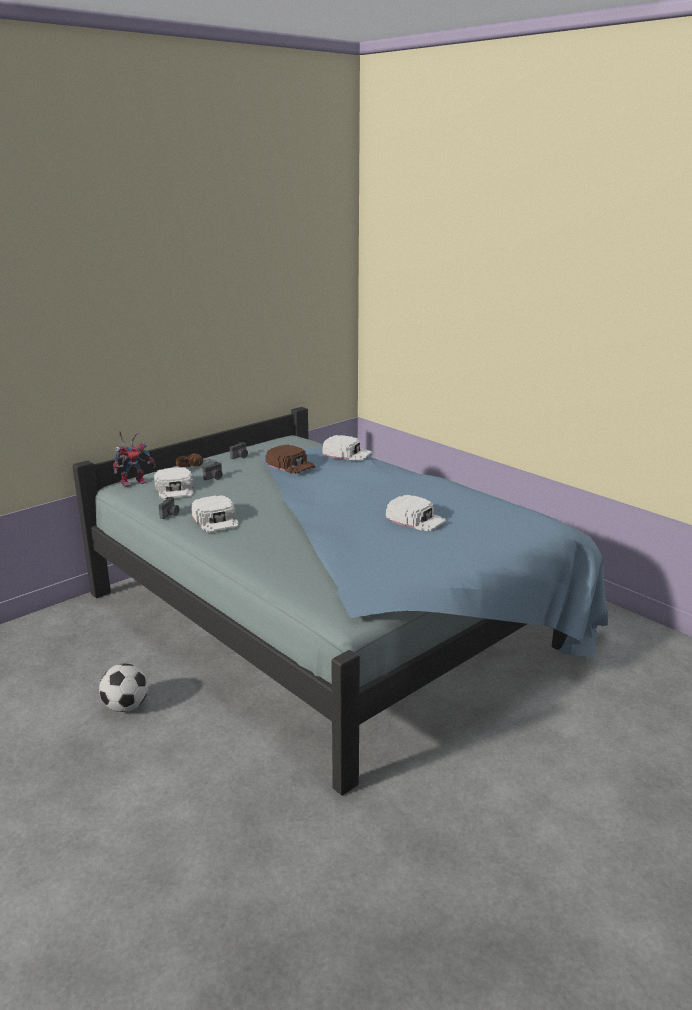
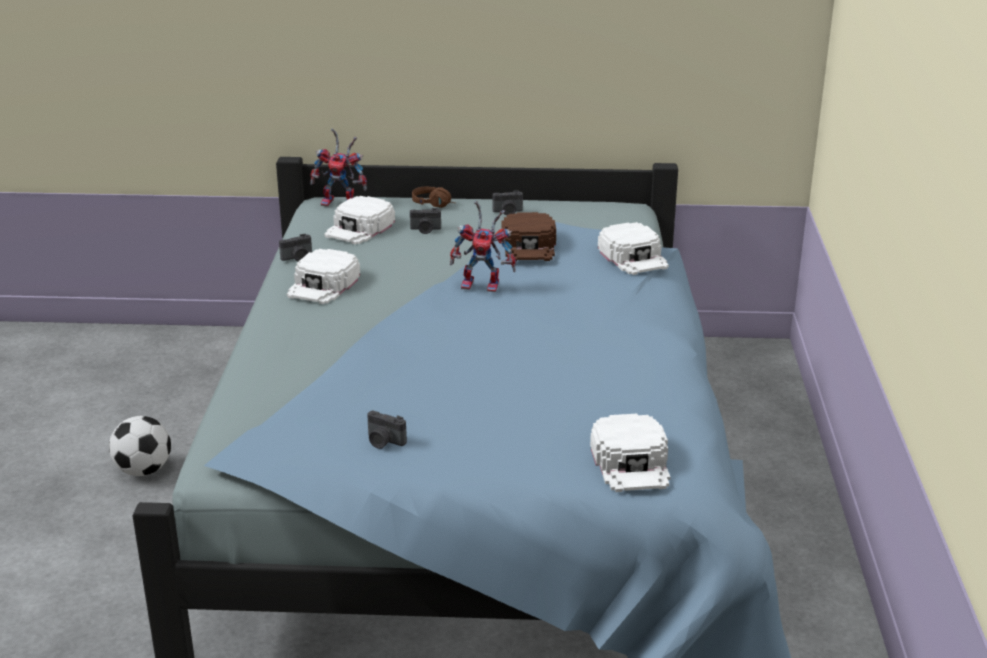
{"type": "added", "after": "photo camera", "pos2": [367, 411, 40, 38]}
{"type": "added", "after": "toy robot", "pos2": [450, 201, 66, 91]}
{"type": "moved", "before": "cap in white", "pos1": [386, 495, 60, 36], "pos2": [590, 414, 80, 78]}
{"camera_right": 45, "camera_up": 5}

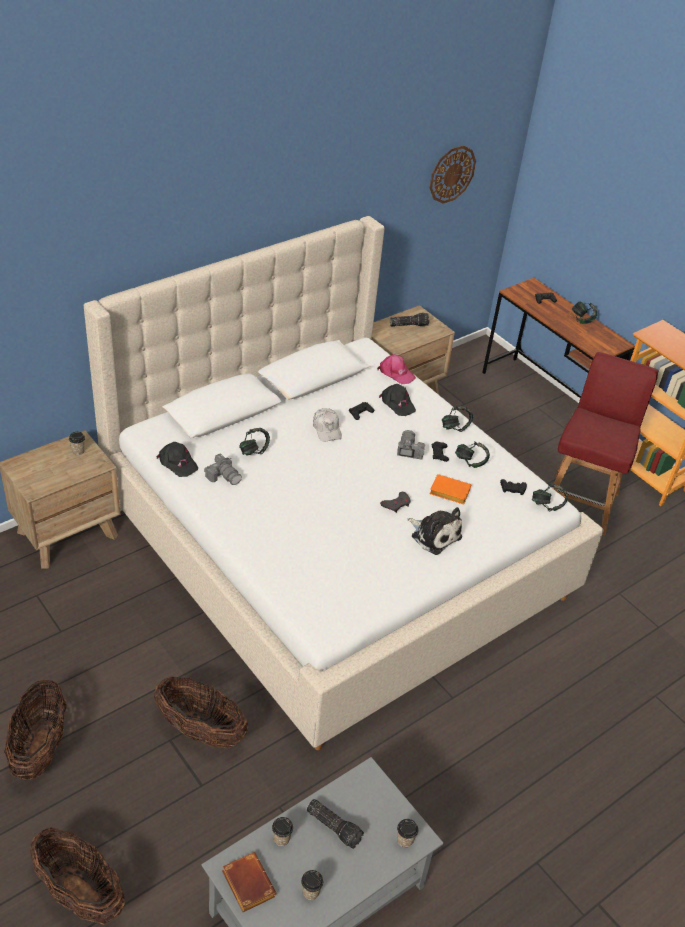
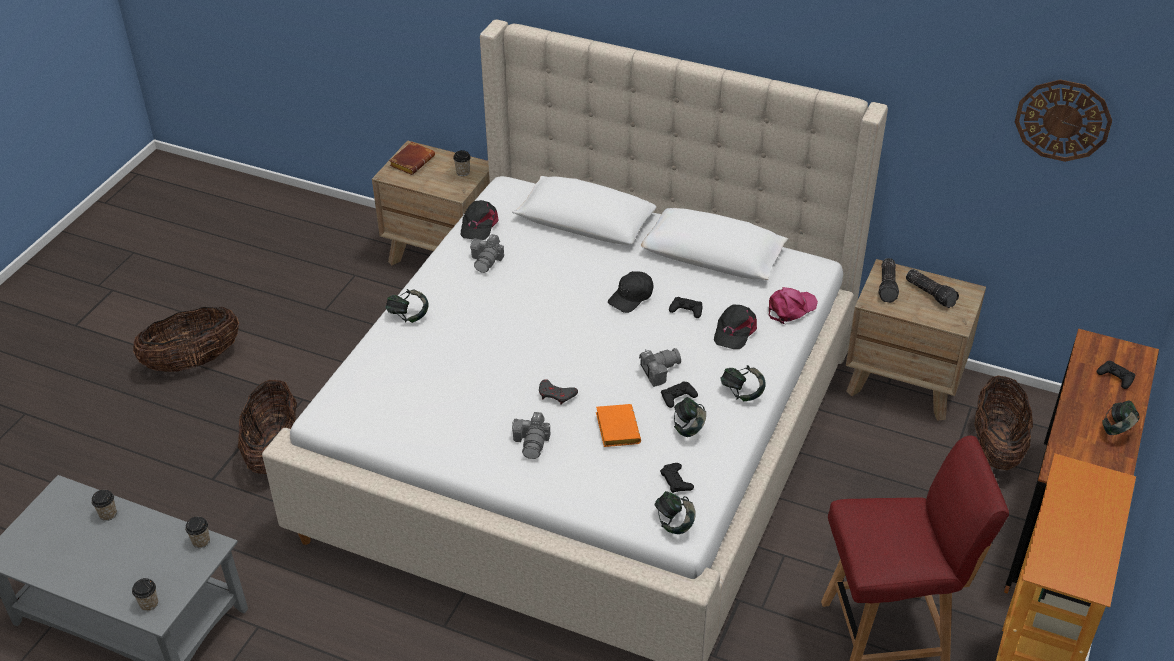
{"type": "moved", "before": "cup", "pos1": [301, 870, 22, 30], "pos2": [185, 516, 25, 32]}
{"type": "moved", "before": "headphones", "pos1": [239, 428, 31, 28], "pos2": [385, 289, 43, 34]}
{"type": "moved", "before": "book in brown", "pos1": [222, 852, 55, 60], "pos2": [389, 142, 46, 33]}
{"type": "replaced", "before": "plush toy", "after": "photo camera", "pos1": [407, 507, 55, 48], "pos2": [512, 412, 38, 47]}
{"type": "recoloured", "before": "cap in white", "after": "cap in black", "pos1": [313, 408, 29, 34], "pos2": [608, 271, 45, 42]}
{"type": "turned", "before": "cap in pink", "pos1": [377, 354, 39, 30], "pos2": [768, 287, 50, 37], "turn": -135}
{"type": "moved", "before": "flashlight", "pos1": [307, 799, 57, 50], "pos2": [879, 258, 20, 45]}
{"type": "moved", "before": "basket", "pos1": [30, 827, 95, 98], "pos2": [974, 376, 59, 94]}
{"camera_right": 65, "camera_up": 0}

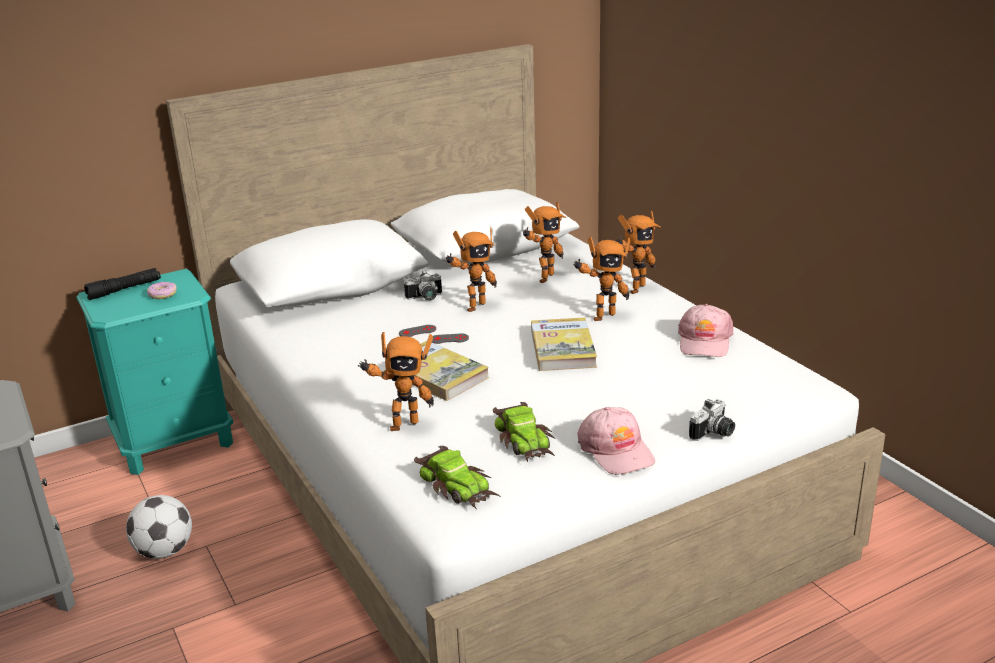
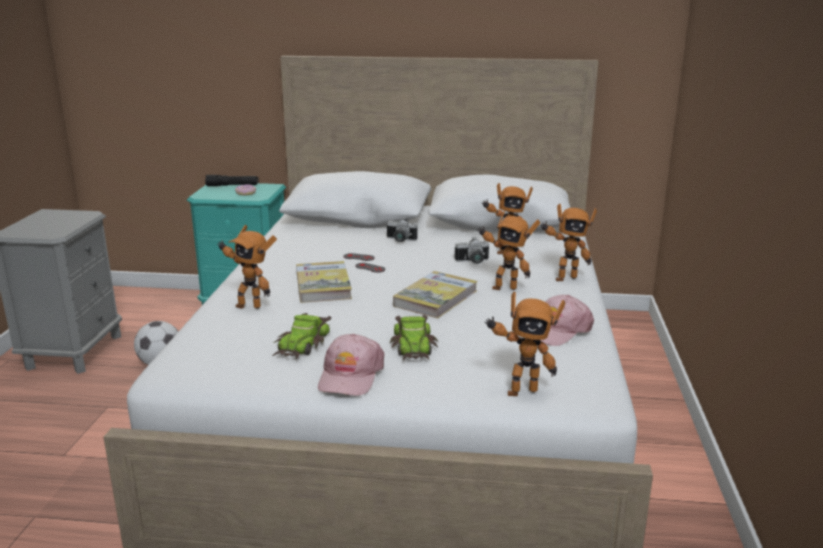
{"type": "moved", "before": "toy car", "pos1": [414, 446, 87, 63], "pos2": [390, 315, 48, 46]}
{"type": "moved", "before": "photo camera", "pos1": [689, 399, 46, 42], "pos2": [455, 237, 34, 27]}
{"type": "moved", "before": "toy robot", "pos1": [446, 227, 51, 85], "pos2": [484, 292, 81, 104]}
{"camera_right": 35, "camera_up": -5}

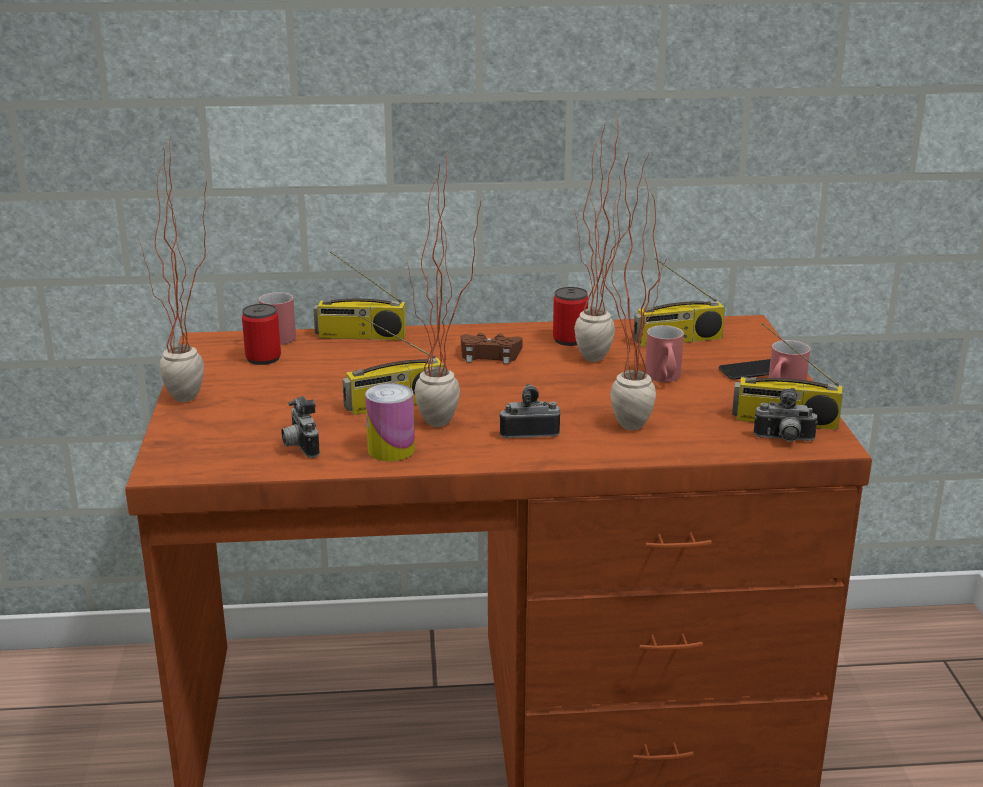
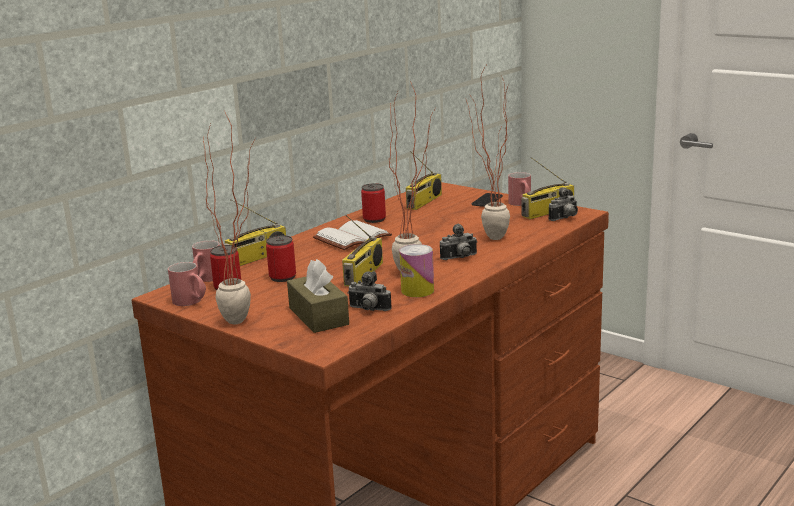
{"type": "moved", "before": "mug in red", "pos1": [645, 325, 39, 57], "pos2": [168, 262, 38, 44]}
{"type": "added", "after": "can", "pos2": [266, 235, 30, 47]}
{"type": "added", "after": "tissue box in brown", "pos2": [287, 259, 62, 74]}
{"type": "replaced", "before": "game controller in brown", "after": "book in white", "pos1": [461, 333, 62, 31], "pos2": [313, 220, 79, 30]}
{"type": "turned", "before": "photo camera", "pos1": [499, 384, 61, 54], "pos2": [440, 224, 37, 36], "turn": -150}
{"type": "removed", "before": "potted plant", "pos1": [574, 113, 75, 249]}
{"camera_right": -45, "camera_up": -5}

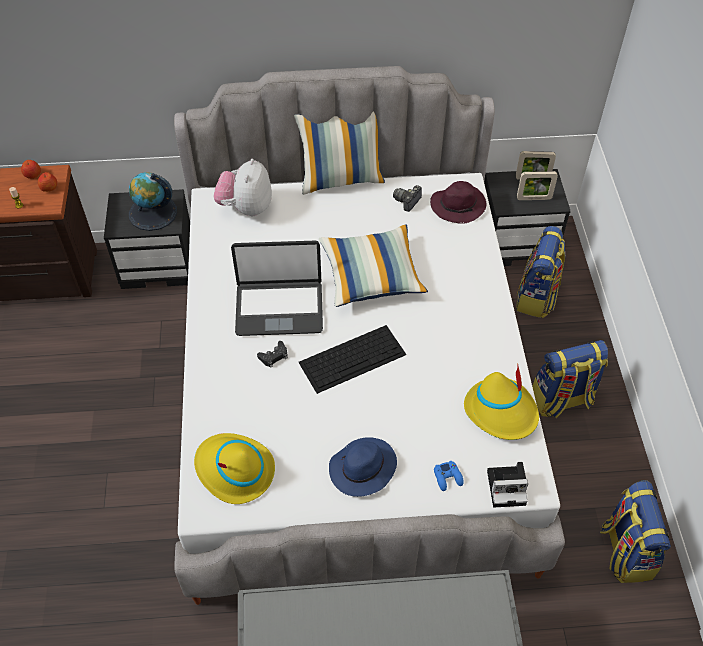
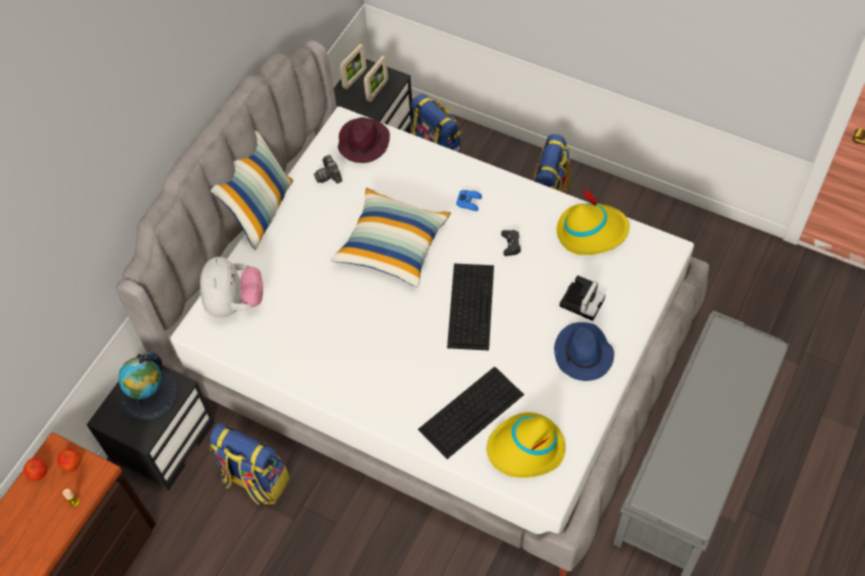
{"type": "turned", "before": "plush toy", "pos1": [213, 159, 59, 57], "pos2": [200, 257, 63, 61], "turn": -135}
{"type": "moved", "before": "backpack", "pos1": [600, 480, 71, 103], "pos2": [210, 423, 80, 82]}
{"type": "added", "after": "keyboard", "pos2": [418, 366, 106, 93]}
{"type": "moved", "before": "game controller in blue", "pos1": [434, 461, 30, 30], "pos2": [456, 190, 26, 21]}
{"type": "moved", "before": "game controller in black", "pos1": [257, 341, 31, 27], "pos2": [501, 230, 20, 26]}
{"type": "moved", "before": "photo camera", "pos1": [487, 462, 41, 45], "pos2": [559, 275, 47, 46]}
{"type": "removed", "before": "laptop", "pos1": [231, 241, 92, 95]}
{"camera_right": -55, "camera_up": 5}

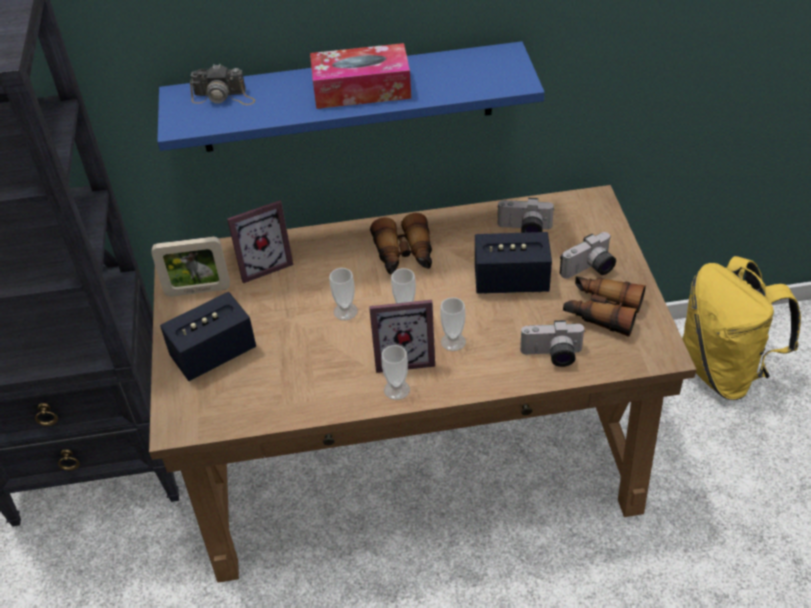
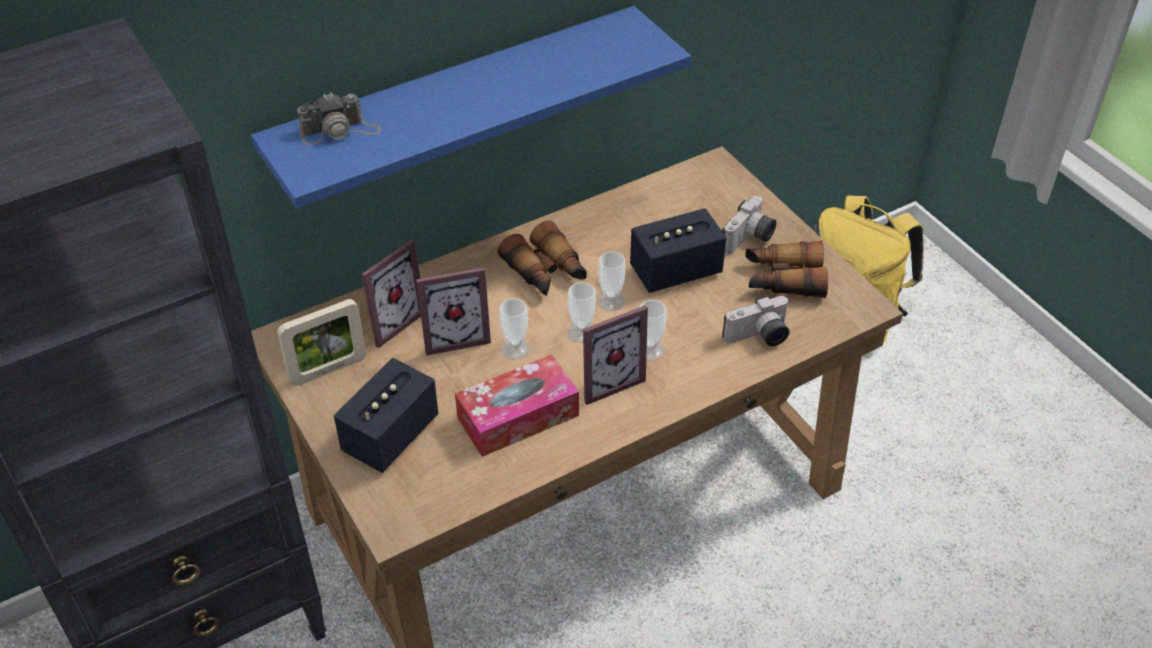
{"type": "added", "after": "picture frame", "pos2": [416, 267, 75, 89]}
{"type": "moved", "before": "tissue box", "pos1": [310, 43, 101, 66], "pos2": [455, 354, 124, 103]}
{"type": "moved", "before": "cup", "pos1": [381, 345, 29, 55], "pos2": [597, 251, 28, 60]}
{"type": "removed", "before": "photo camera", "pos1": [497, 198, 58, 35]}
{"camera_right": -25, "camera_up": 0}

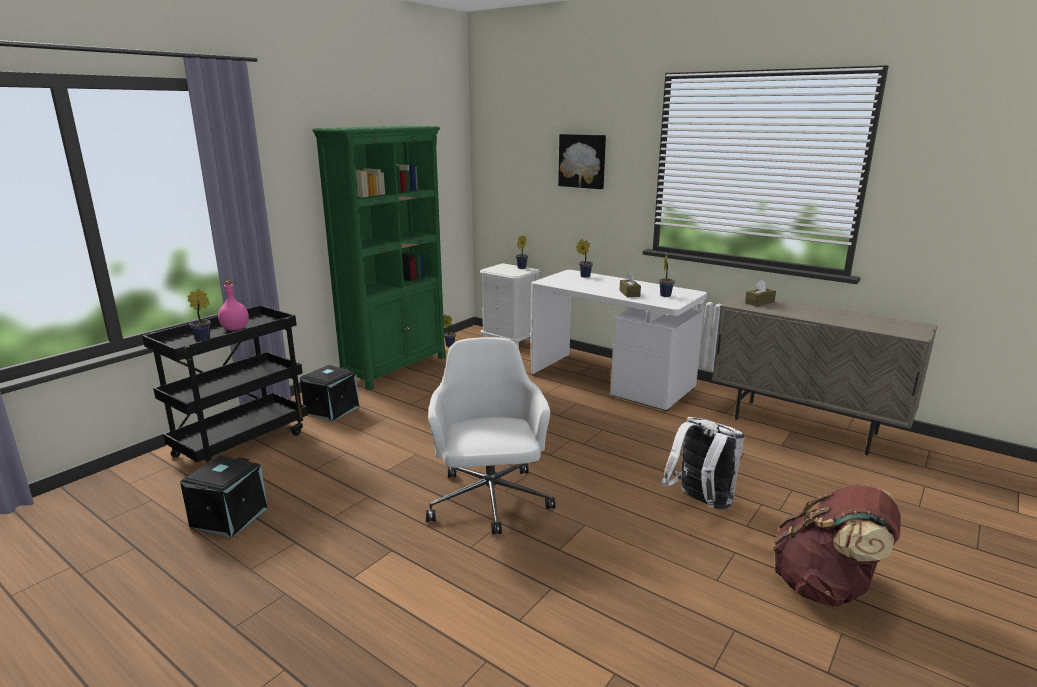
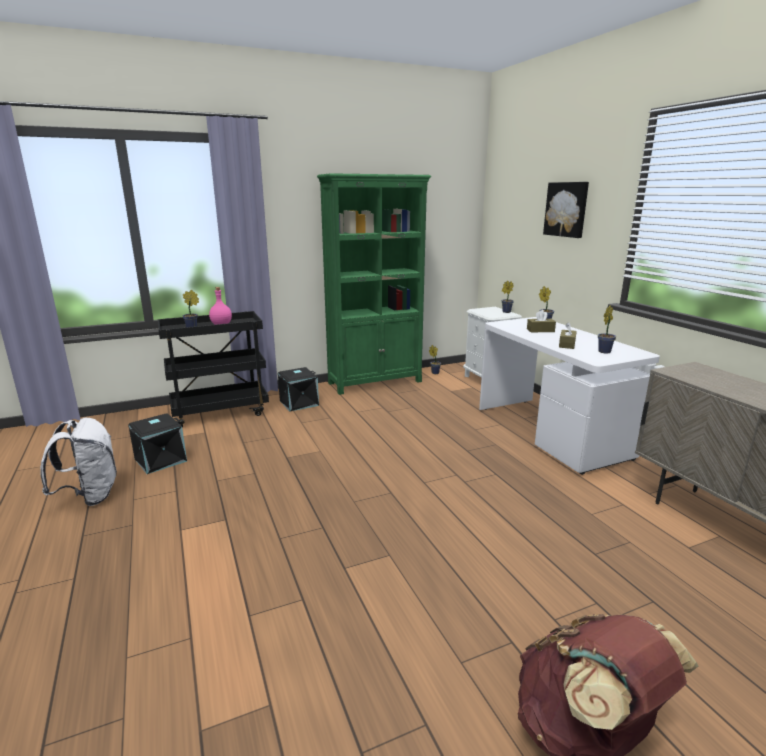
{"type": "moved", "before": "backpack in white", "pos1": [662, 417, 82, 93], "pos2": [40, 418, 77, 88]}
{"type": "moved", "before": "tissue box in brown", "pos1": [745, 280, 31, 26], "pos2": [527, 310, 29, 22]}
{"type": "removed", "before": "office chair in white", "pos1": [426, 337, 130, 197]}
{"camera_right": 30, "camera_up": 0}

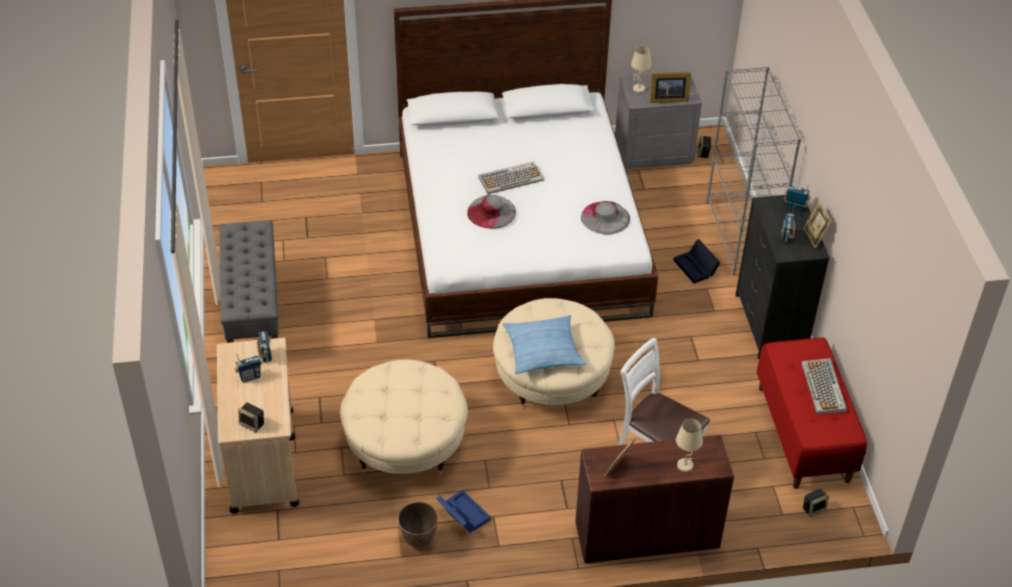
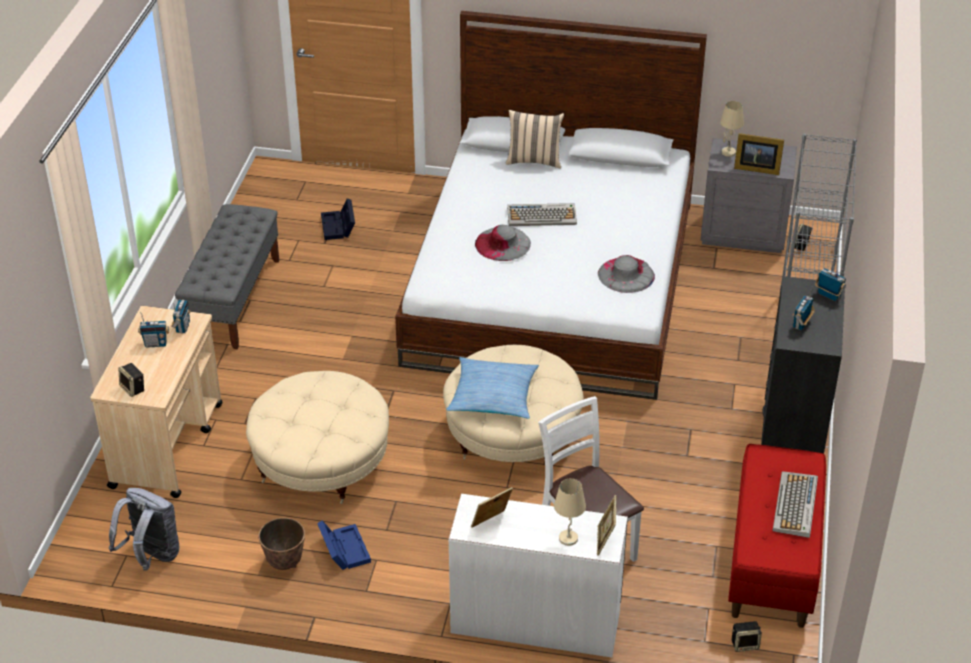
{"type": "added", "after": "backpack in grey", "pos2": [109, 488, 71, 83]}
{"type": "moved", "before": "storage box in black", "pos1": [674, 240, 46, 44], "pos2": [321, 198, 34, 42]}
{"type": "recoloured", "before": "desk in brown", "after": "desk in white", "pos1": [575, 435, 159, 128], "pos2": [449, 494, 179, 164]}
{"type": "added", "after": "pillow in beige", "pos2": [506, 110, 58, 59]}
{"type": "moved", "before": "picture frame", "pos1": [803, 201, 29, 47], "pos2": [597, 495, 20, 61]}
{"camera_right": 20, "camera_up": -5}

